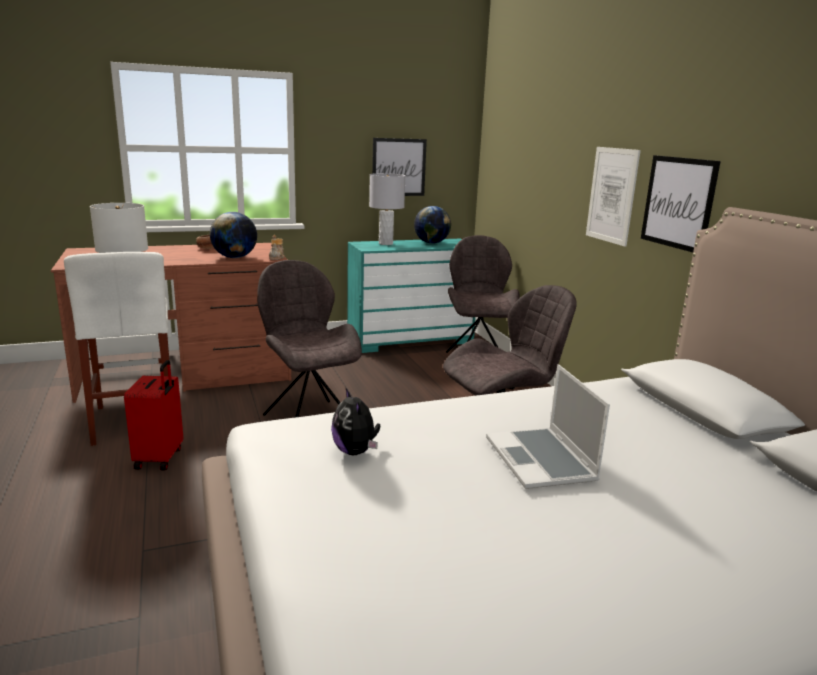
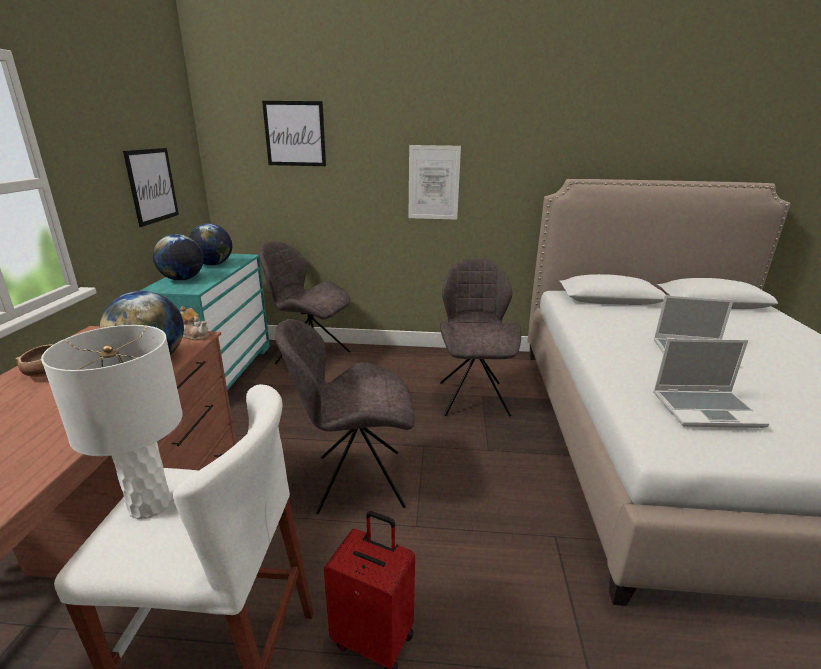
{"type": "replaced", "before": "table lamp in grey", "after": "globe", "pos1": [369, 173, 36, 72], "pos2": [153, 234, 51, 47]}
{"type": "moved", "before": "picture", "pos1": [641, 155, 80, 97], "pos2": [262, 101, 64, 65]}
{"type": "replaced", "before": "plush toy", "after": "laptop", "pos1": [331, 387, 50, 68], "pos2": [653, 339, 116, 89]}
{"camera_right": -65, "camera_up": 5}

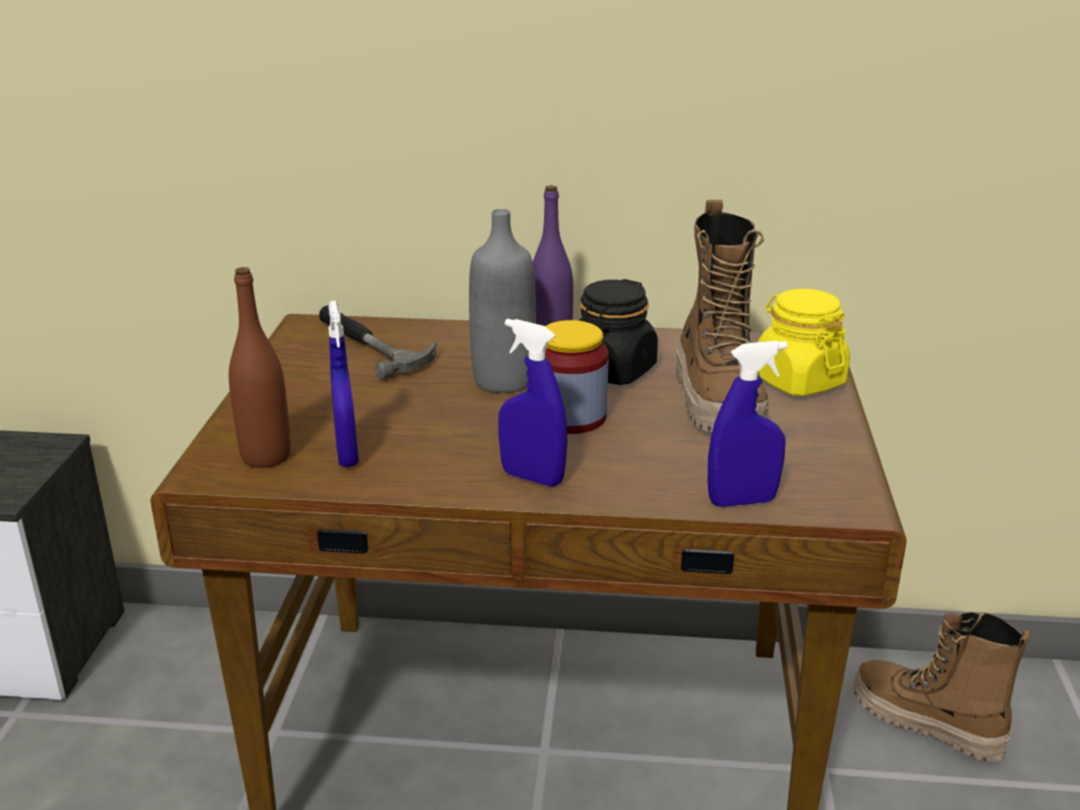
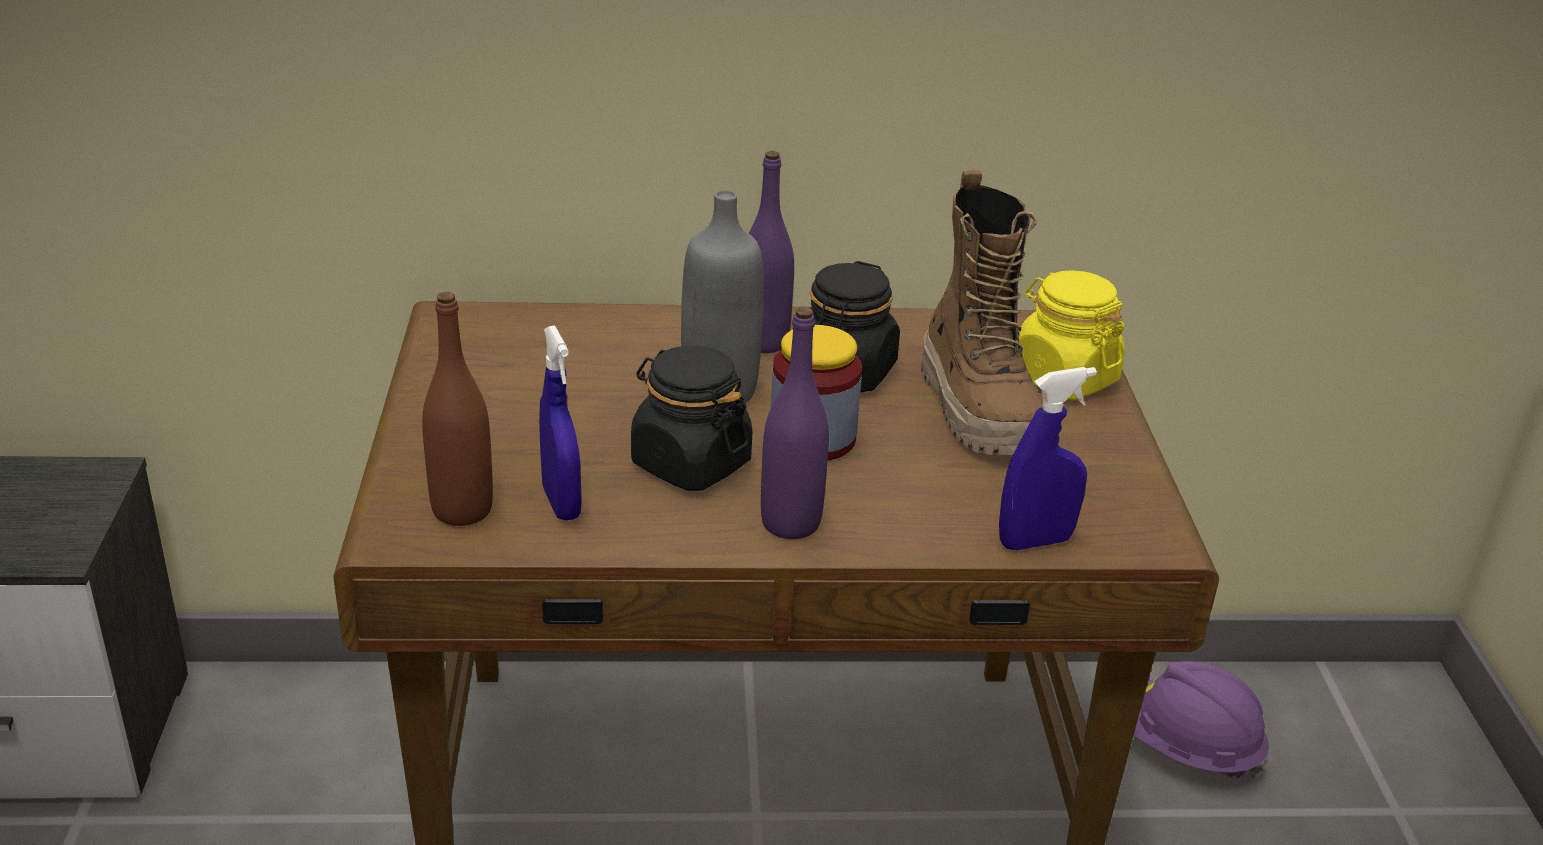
{"type": "added", "after": "jar in black", "pos2": [631, 346, 121, 145]}
{"type": "replaced", "before": "spray bottle in blue", "after": "bottle in purple", "pos1": [498, 319, 69, 168], "pos2": [761, 307, 68, 232]}
{"type": "replaced", "before": "boot", "after": "hard hat in purple", "pos1": [853, 612, 177, 149], "pos2": [1134, 661, 135, 118]}
{"type": "removed", "before": "hammer", "pos1": [319, 305, 118, 74]}
{"camera_right": -10, "camera_up": 5}

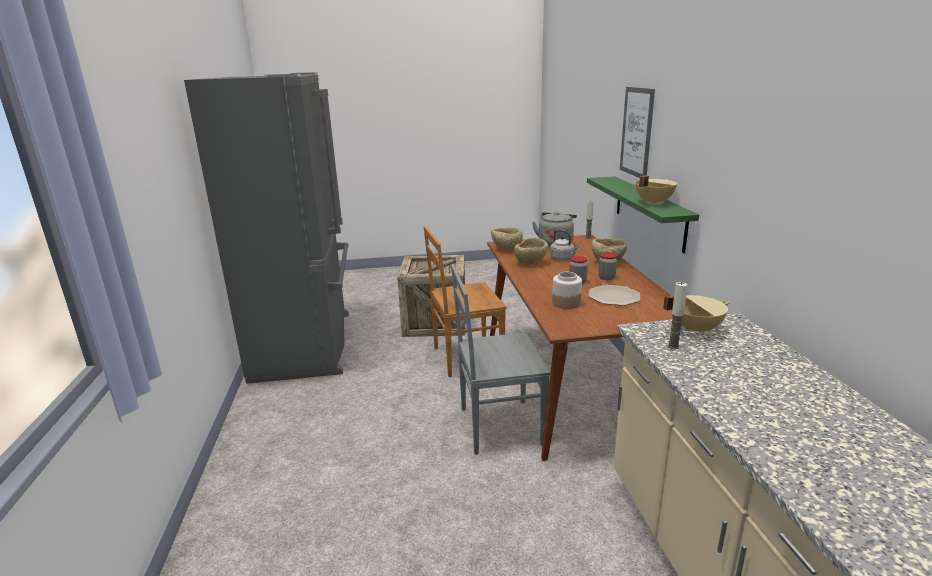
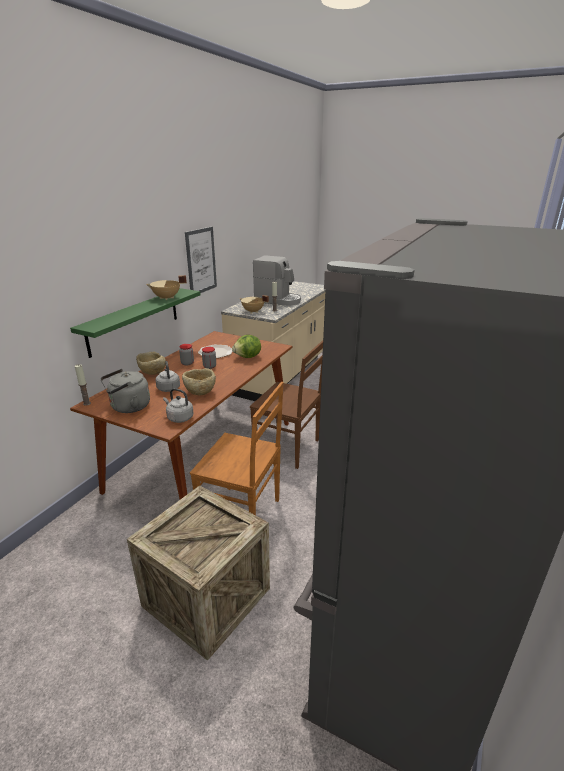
{"type": "replaced", "before": "bowl in beige", "after": "kettle in grey", "pos1": [491, 226, 32, 25], "pos2": [163, 388, 31, 35]}
{"type": "moved", "before": "picture", "pos1": [620, 87, 35, 91], "pos2": [185, 227, 32, 66]}
{"type": "replaced", "before": "jar", "after": "lettuce", "pos1": [552, 272, 30, 37], "pos2": [232, 335, 29, 23]}
{"type": "recoloured", "before": "chair in grey", "after": "chair in brown", "pos1": [451, 264, 100, 191], "pos2": [250, 340, 73, 129]}
{"type": "added", "after": "coffee machine", "pos2": [253, 255, 48, 51]}
{"camera_right": -145, "camera_up": 5}

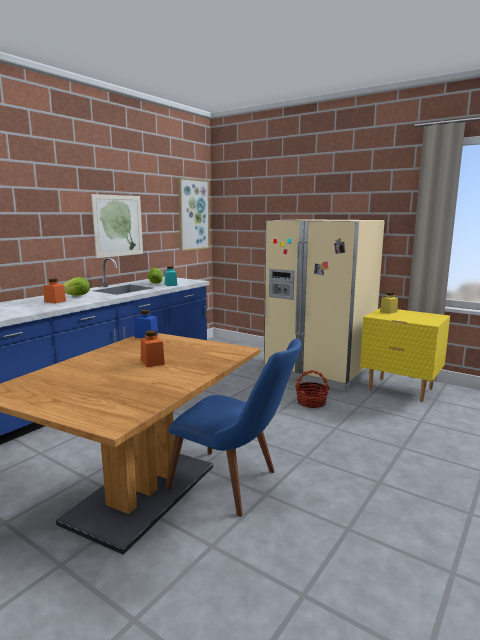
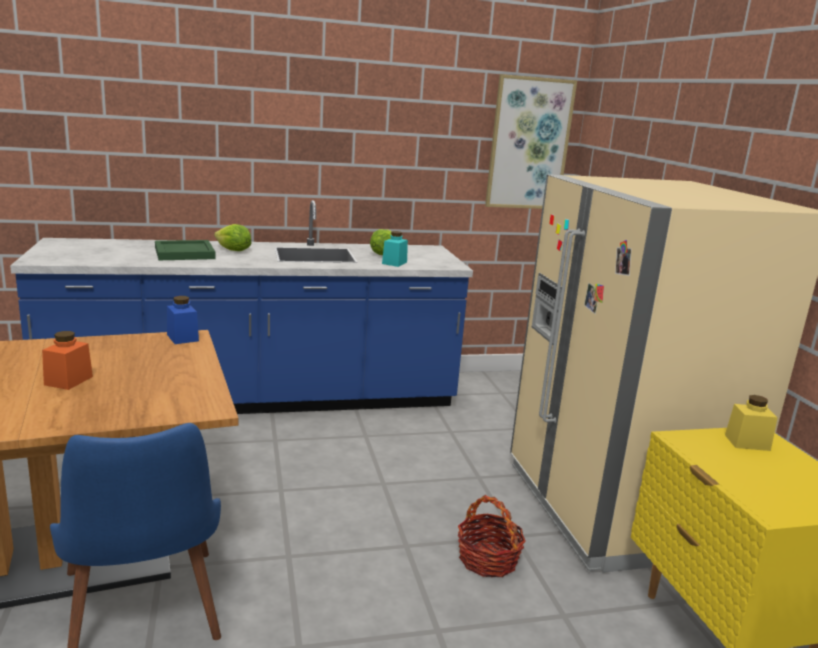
{"type": "replaced", "before": "jar in orange", "after": "tray in green", "pos1": [44, 279, 22, 25], "pos2": [155, 240, 61, 20]}
{"type": "removed", "before": "picture", "pos1": [91, 194, 52, 64]}
{"camera_right": 40, "camera_up": 5}

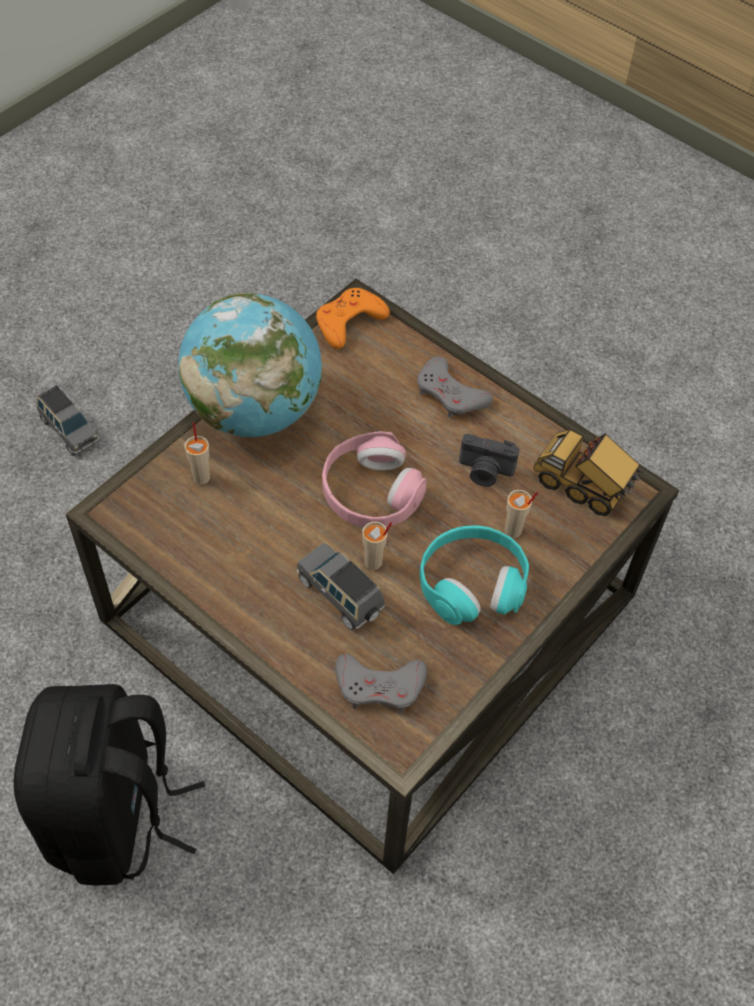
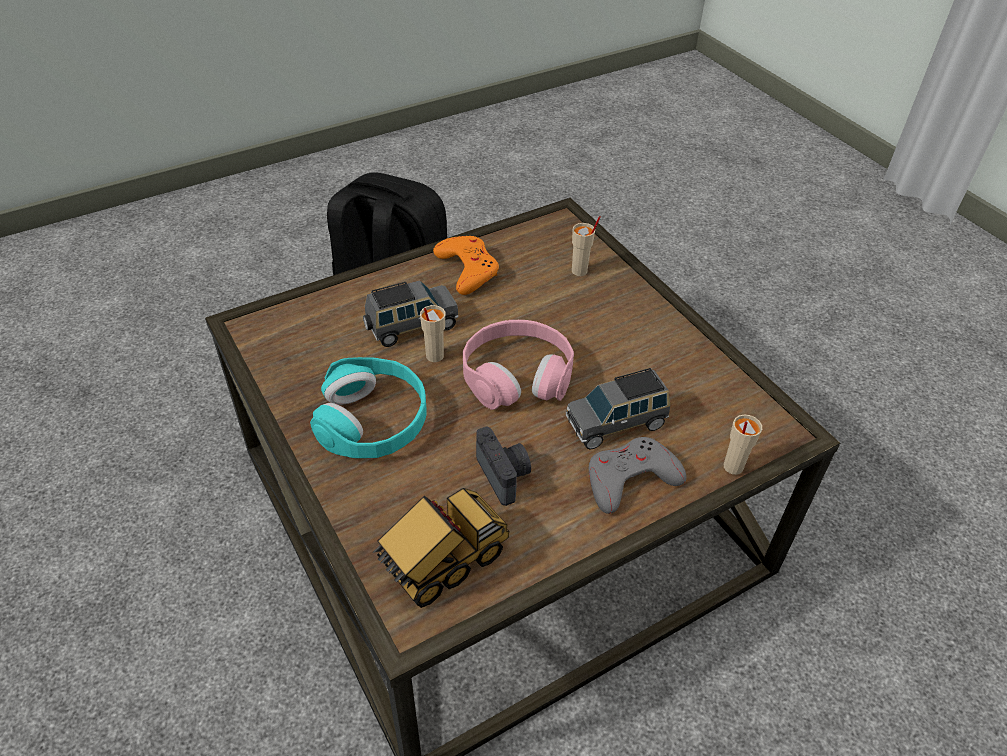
{"type": "moved", "before": "game controller in orange", "pos1": [316, 288, 74, 61], "pos2": [433, 236, 66, 59]}
{"type": "turned", "before": "photo camera", "pos1": [459, 434, 61, 52], "pos2": [476, 426, 55, 80], "turn": 120}
{"type": "moved", "before": "toy car in grey", "pos1": [36, 385, 63, 71], "pos2": [566, 368, 104, 81]}
{"type": "moved", "before": "cup in beige", "pos1": [504, 490, 34, 48], "pos2": [724, 414, 38, 61]}
{"type": "removed", "before": "globe", "pos1": [178, 293, 144, 144]}
{"type": "removed", "before": "game controller in grey", "pos1": [335, 654, 92, 59]}
{"camera_right": 110, "camera_up": -10}

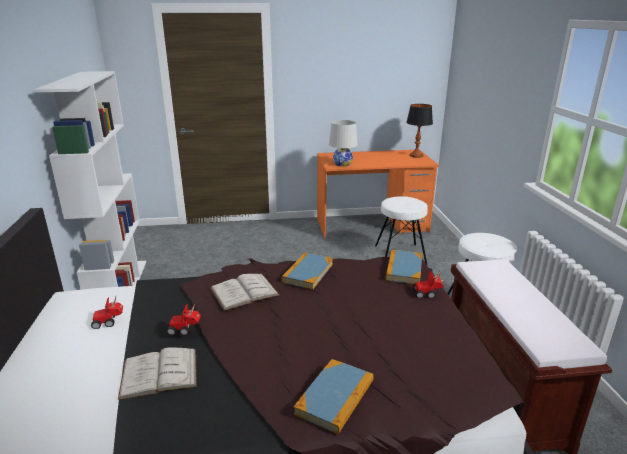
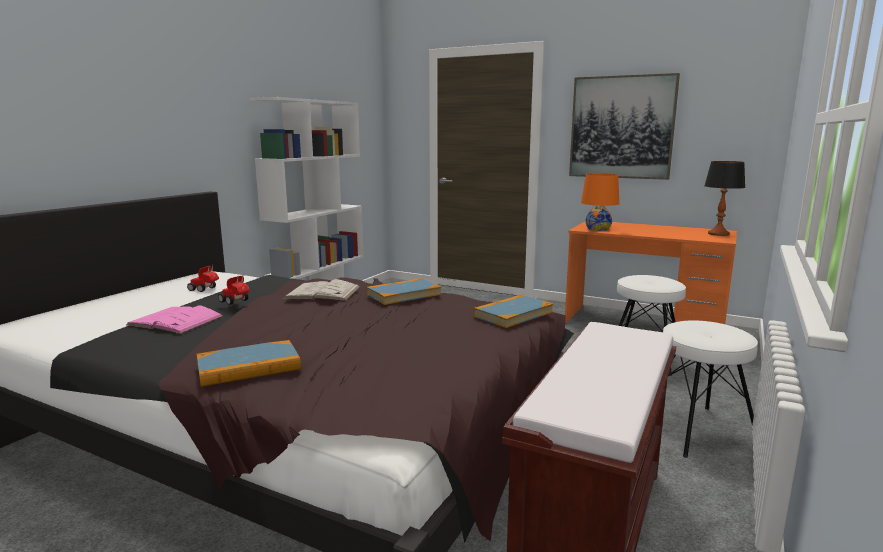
{"type": "recoloured", "before": "book in white", "after": "book in pink", "pos1": [118, 347, 79, 53], "pos2": [126, 305, 97, 29]}
{"type": "added", "after": "picture", "pos2": [569, 73, 111, 107]}
{"type": "recoloured", "before": "table lamp in white", "after": "table lamp in orange", "pos1": [329, 120, 29, 47], "pos2": [581, 173, 38, 58]}
{"type": "removed", "before": "toy car", "pos1": [413, 271, 31, 27]}
{"camera_right": 35, "camera_up": -10}

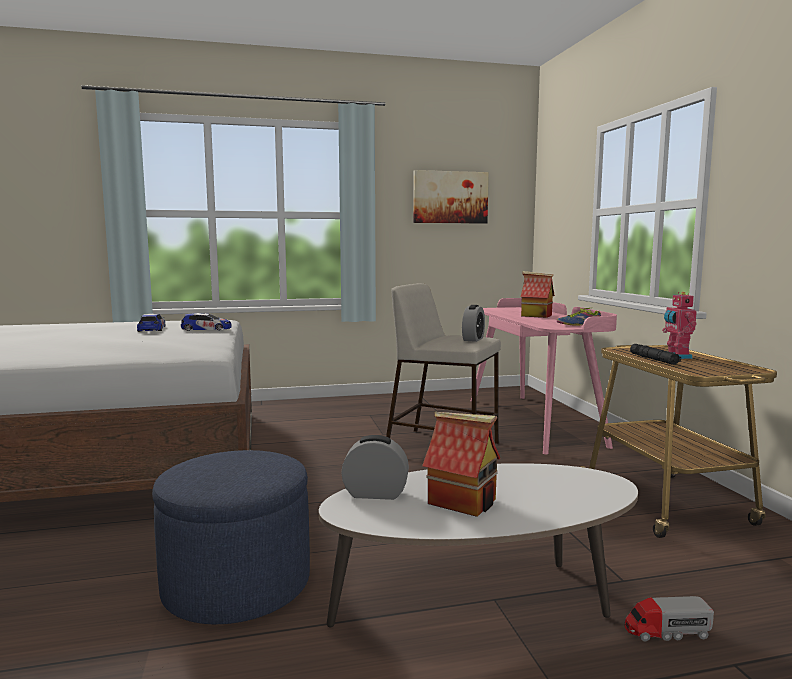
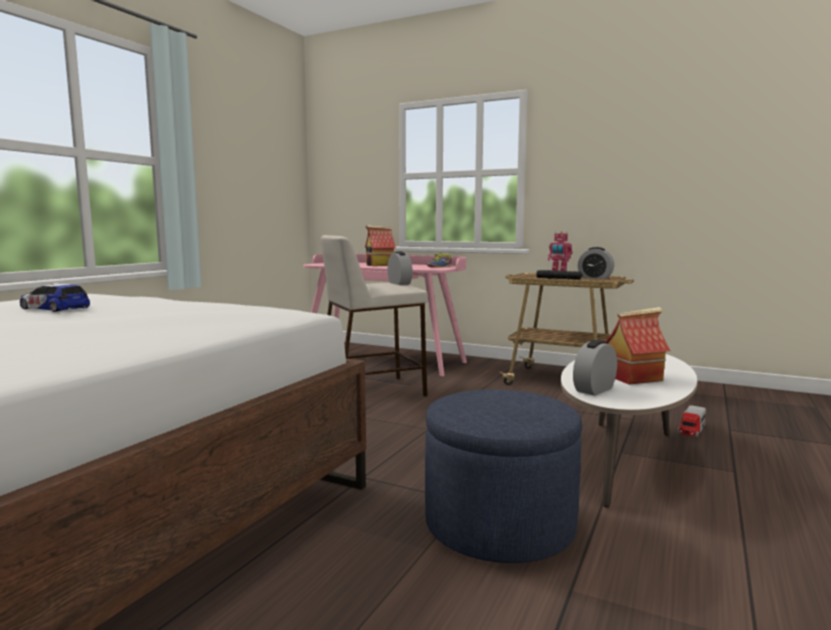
{"type": "added", "after": "alarm clock", "pos2": [578, 247, 36, 32]}
{"type": "removed", "before": "toy car", "pos1": [181, 313, 51, 18]}
{"type": "removed", "before": "picture", "pos1": [413, 170, 76, 54]}
{"camera_right": -50, "camera_up": 0}

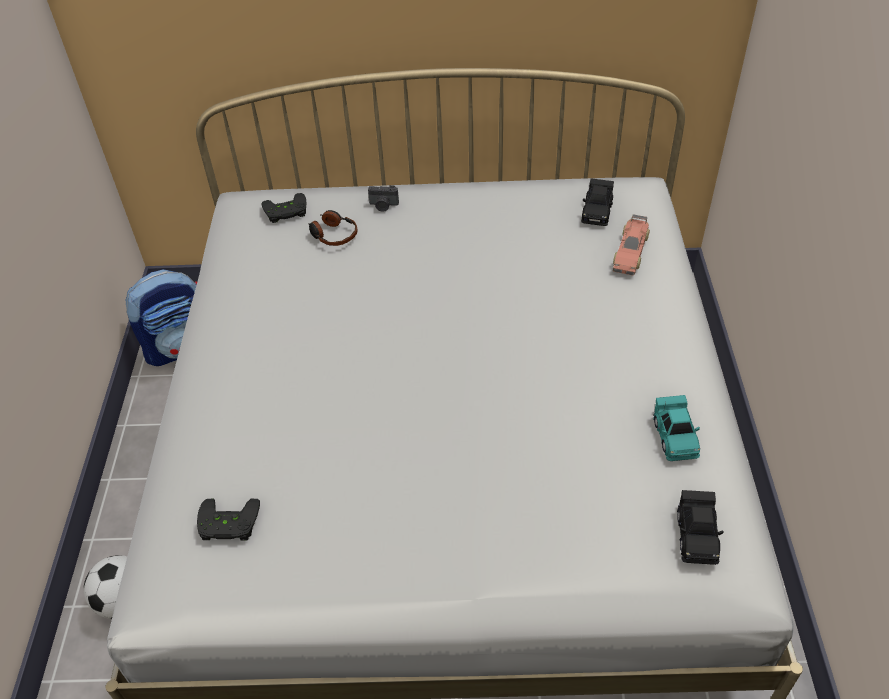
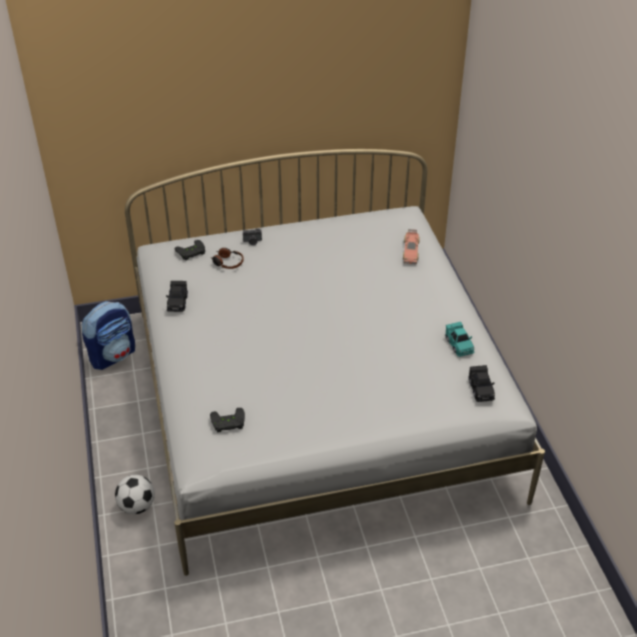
{"type": "moved", "before": "toy car in black", "pos1": [581, 178, 33, 48], "pos2": [166, 281, 22, 31]}
{"camera_right": -15, "camera_up": -5}

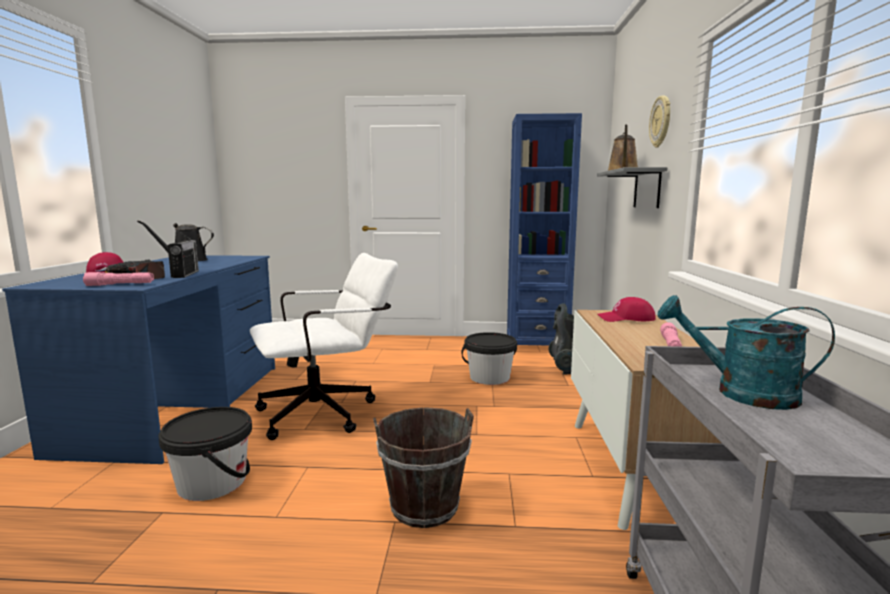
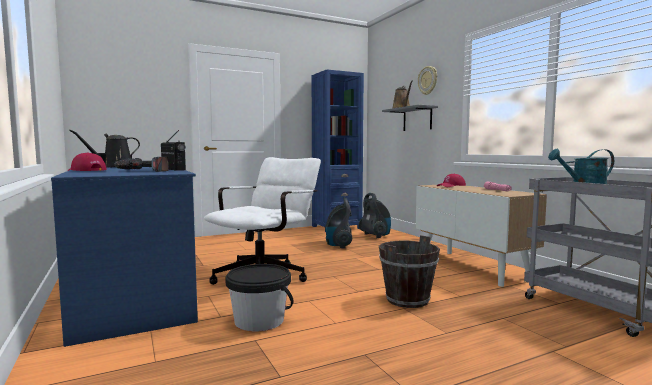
{"type": "replaced", "before": "bucket in black", "after": "vacuum cleaner", "pos1": [461, 332, 56, 53], "pos2": [325, 197, 27, 52]}
{"type": "removed", "before": "flashlight in pink", "pos1": [83, 272, 71, 14]}
{"camera_right": -30, "camera_up": -5}

